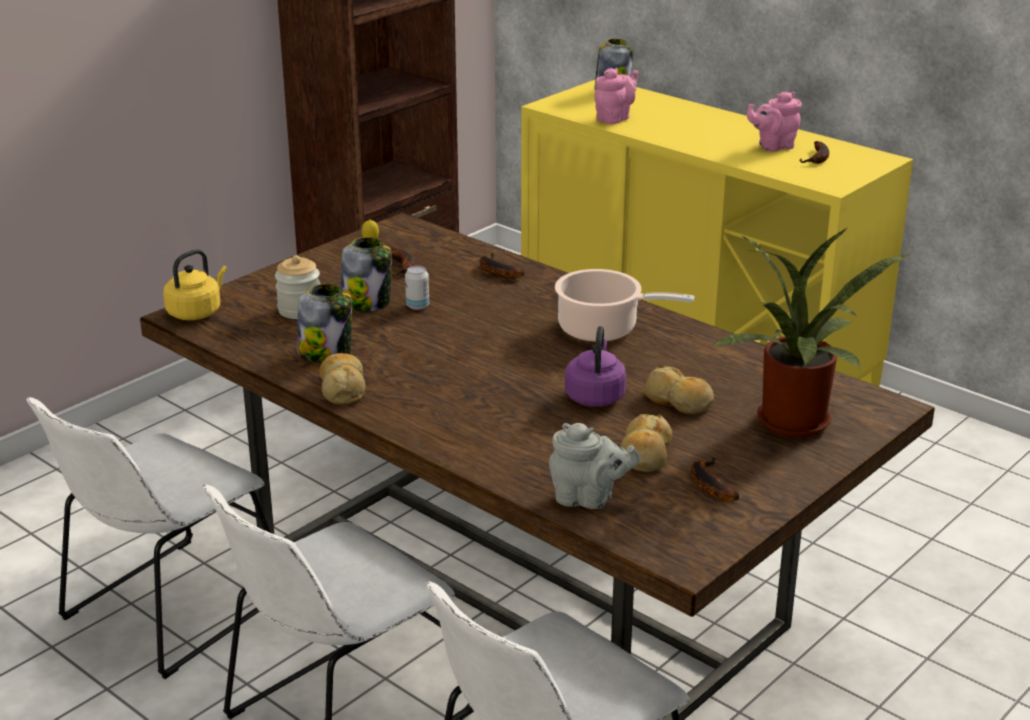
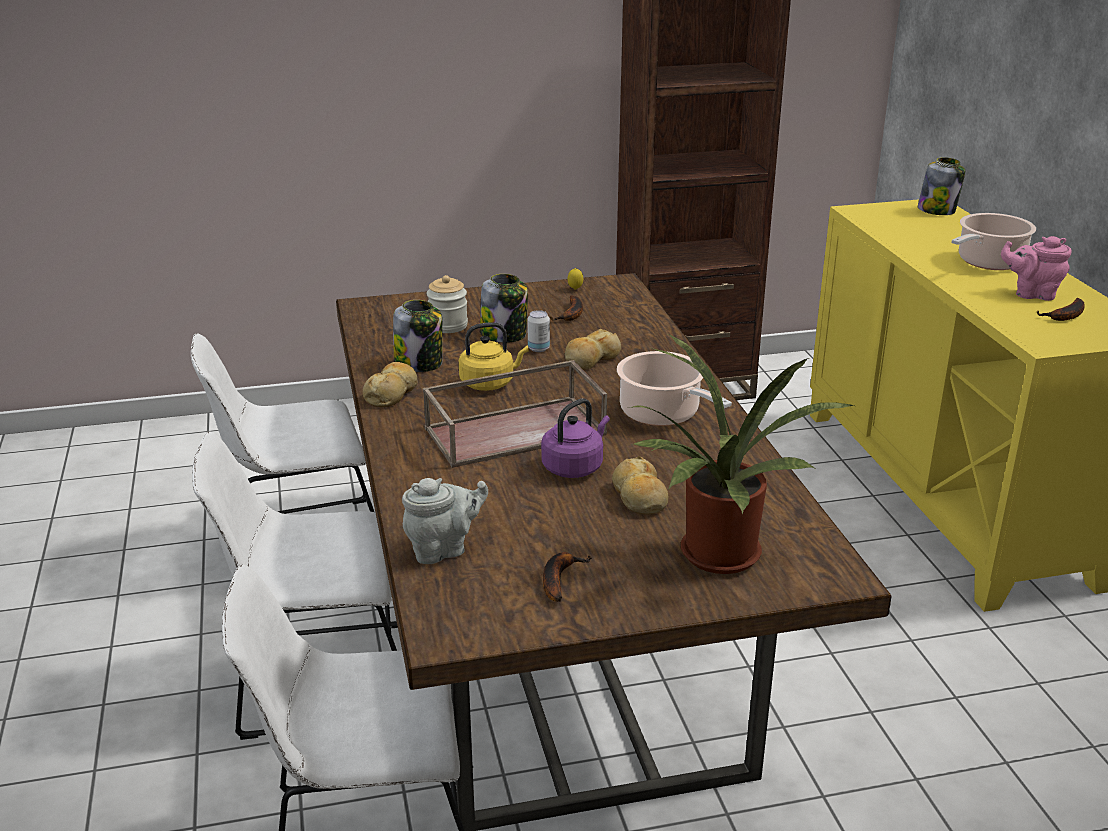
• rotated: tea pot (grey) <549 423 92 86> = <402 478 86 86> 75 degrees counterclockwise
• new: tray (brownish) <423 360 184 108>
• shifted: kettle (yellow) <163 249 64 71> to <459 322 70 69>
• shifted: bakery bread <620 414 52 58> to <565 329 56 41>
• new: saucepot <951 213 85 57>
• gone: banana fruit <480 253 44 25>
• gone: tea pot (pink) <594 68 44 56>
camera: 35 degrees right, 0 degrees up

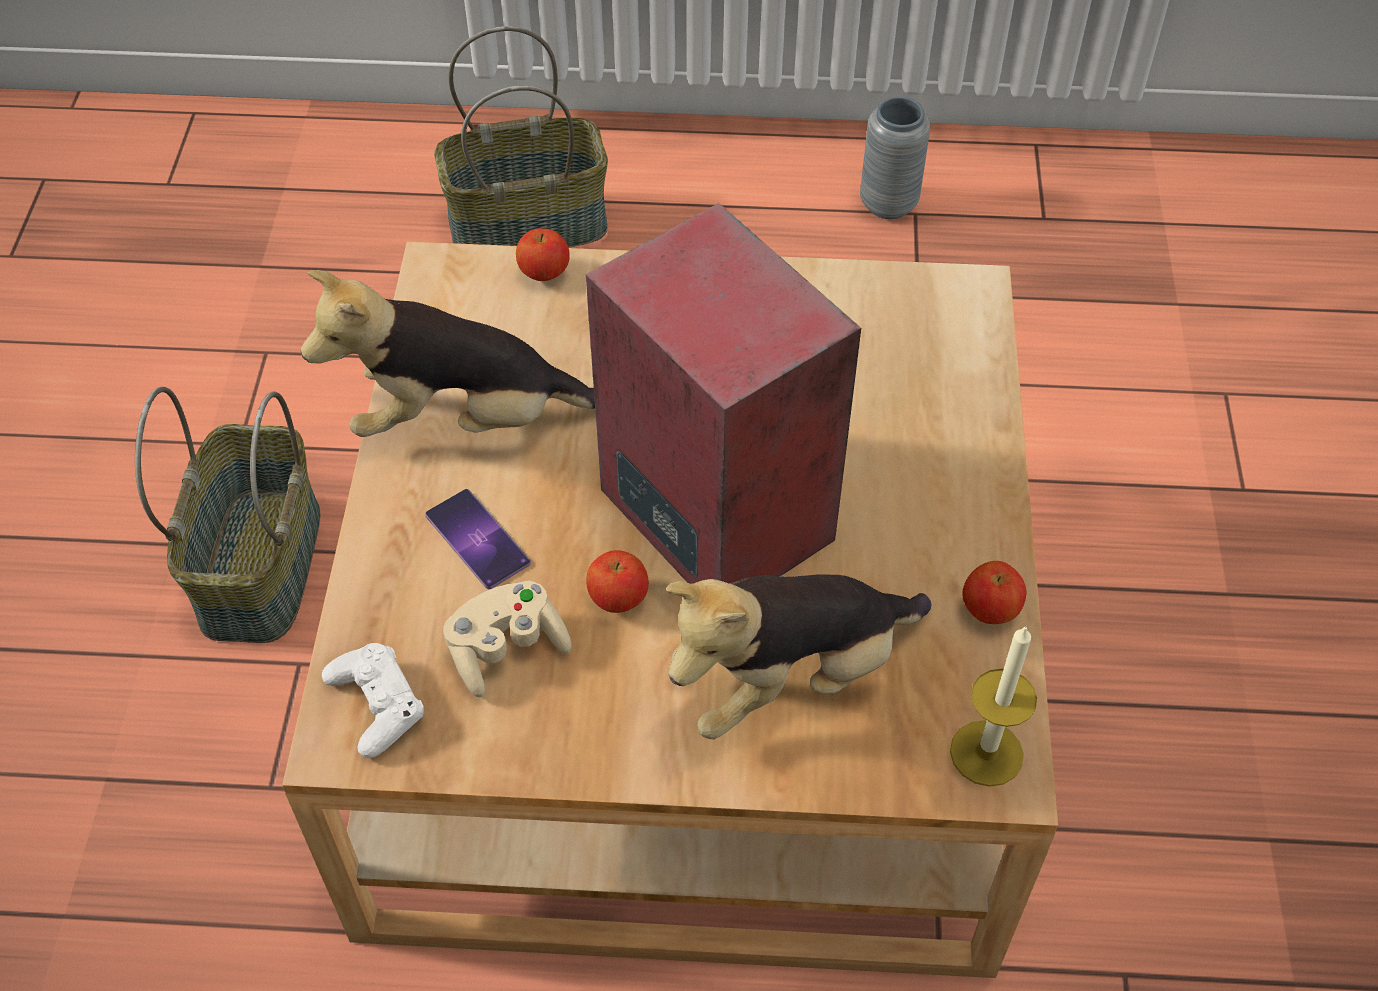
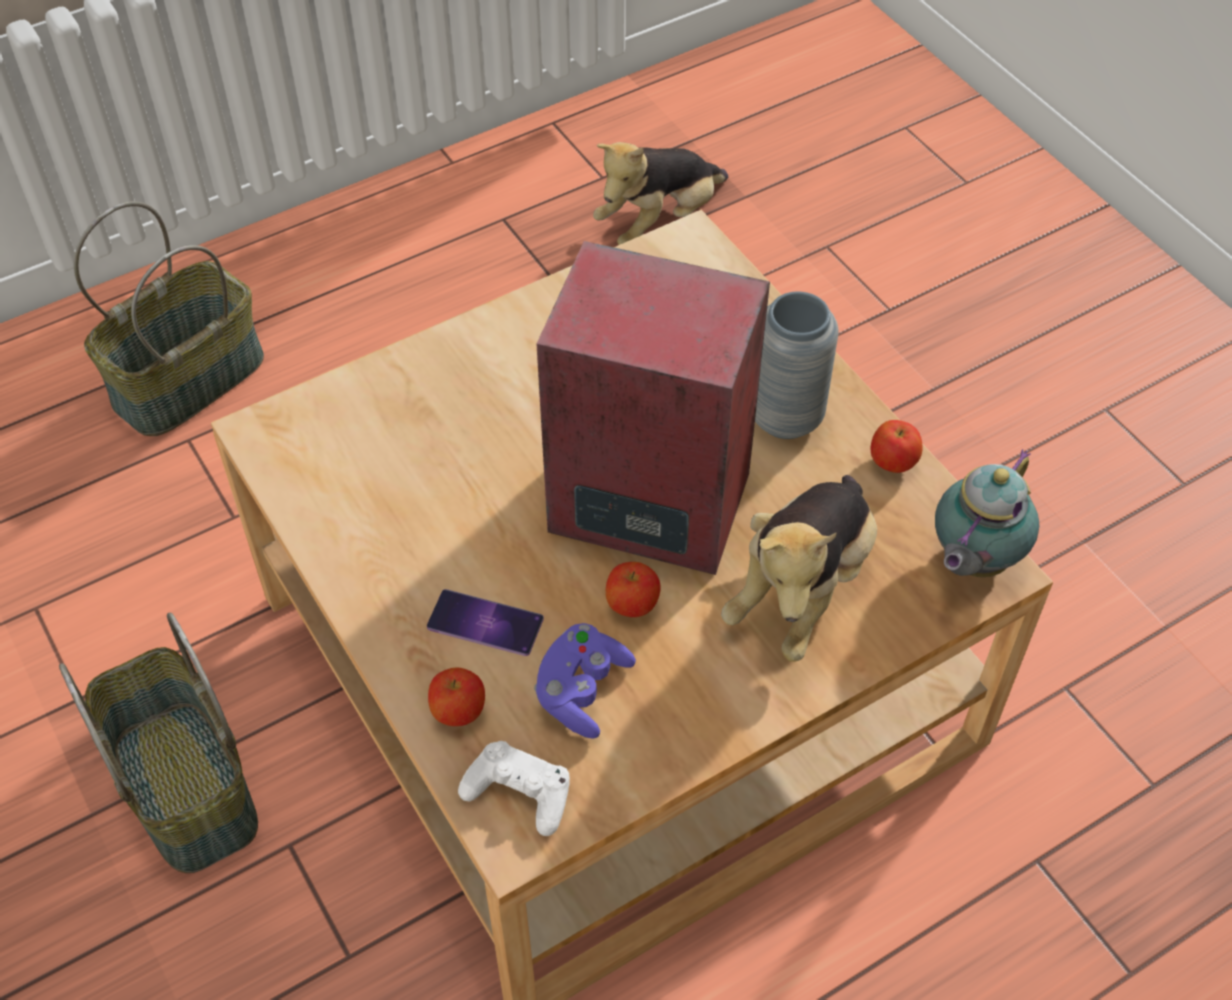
• shifted: whole apple <516 228 54 53> to <428 668 57 58>
• repainted: joypad (beige-coloured) <443 581 129 116> to joypad (purplish) <534 623 102 116>
• shifted: plush toy <301 270 294 167> to <593 142 135 103>
• shifted: vase (grey) <860 96 70 123> to <755 291 83 148>
• swapped: wax light <950 625 87 162> to tea pot <935 449 104 128>
camera: 35 degrees left, 0 degrees up

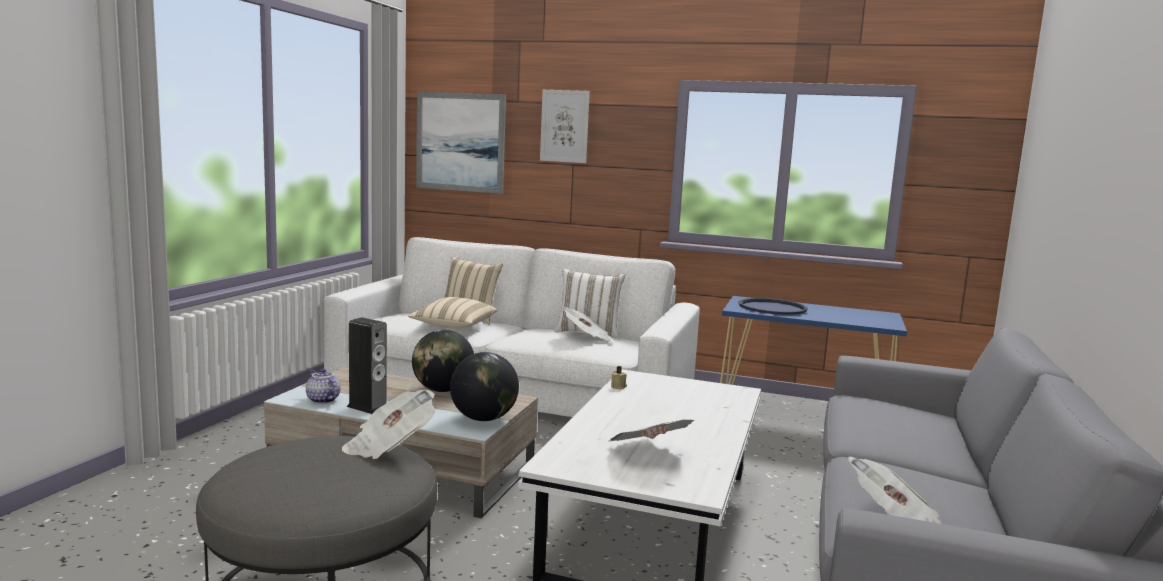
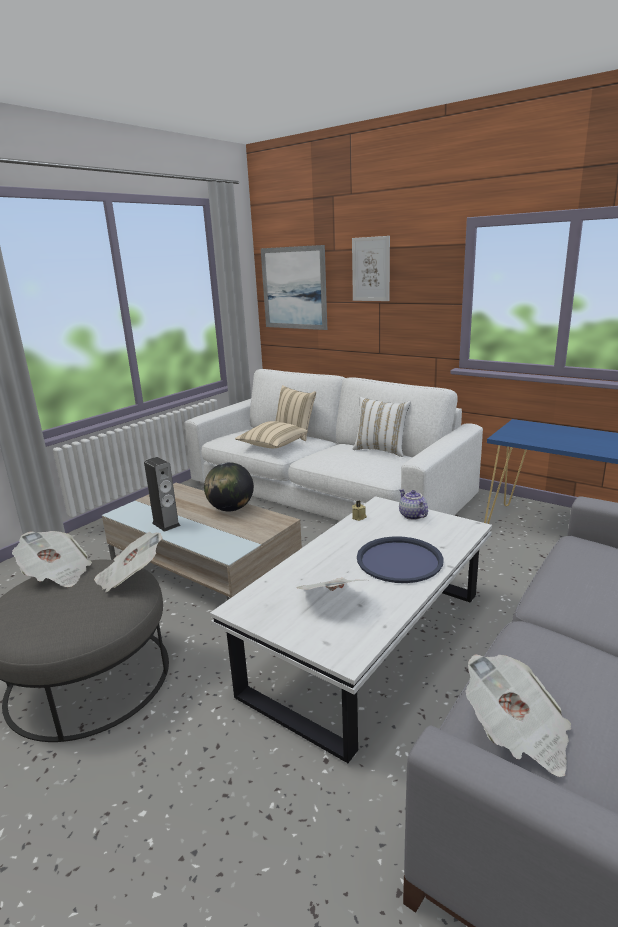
• shifted: daily paper <561 306 52 37> to <12 531 80 56>
• shifted: tray (blue) <738 298 70 17> to <357 536 86 47>
• shifted: tea pot <306 369 35 35> to <399 489 29 31>
• gone: desk globe <450 352 69 69>
camera: 20 degrees right, 10 degrees up

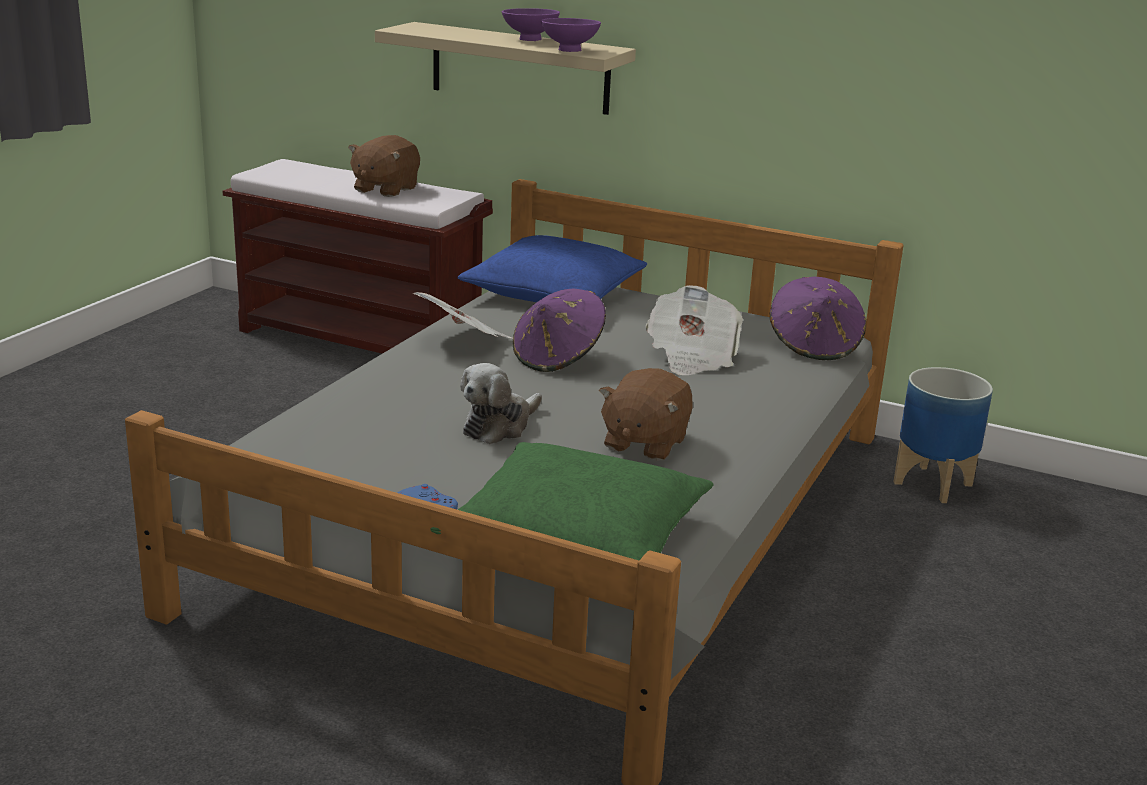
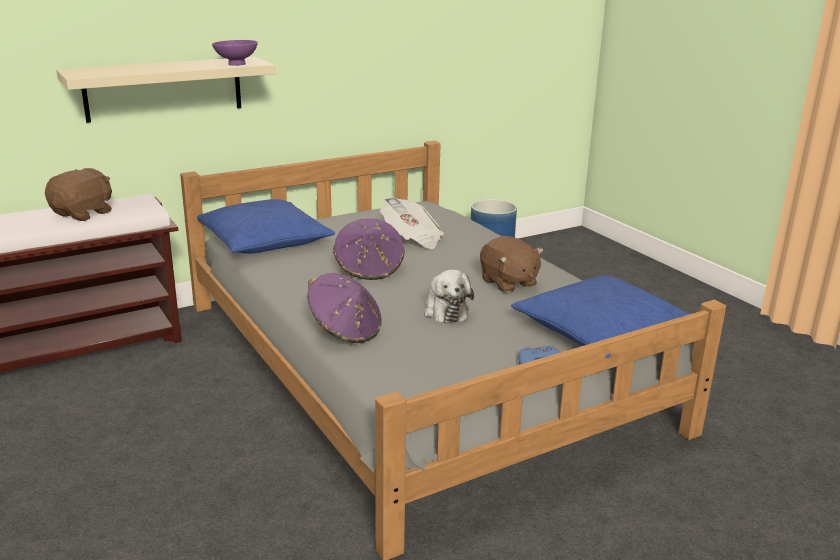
• rotated: plush toy (brownish) <348 135 72 62> = <45 168 67 53> 120 degrees counterclockwise
• shifted: hat (purplish) <769 277 97 83> to <307 273 74 70>
• repainted: pillow (green) <430 442 283 119> to pillow (blue) <511 276 178 82>
• gone: daily paper <412 292 101 46>
• gone: bowl (purplish) <502 8 58 33>
camera: 55 degrees left, 0 degrees up

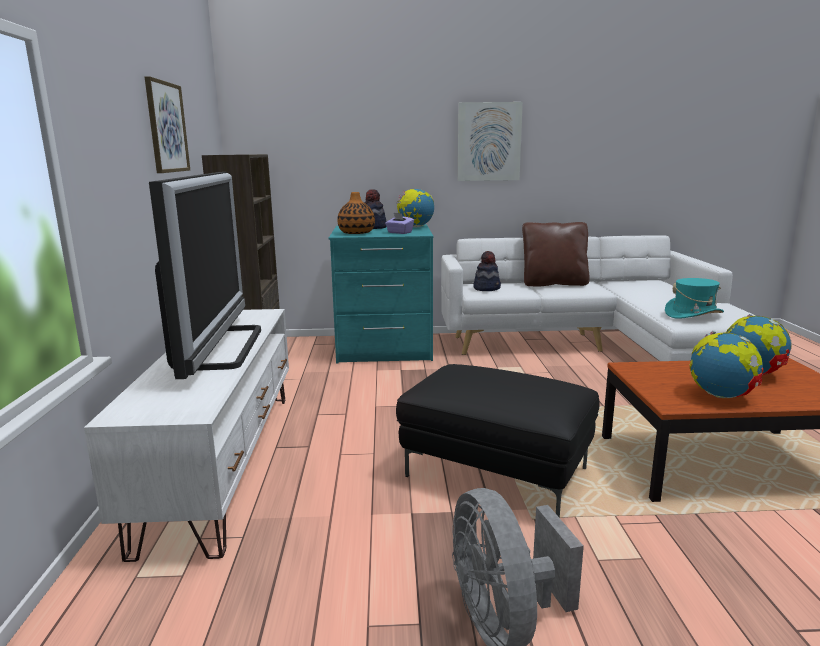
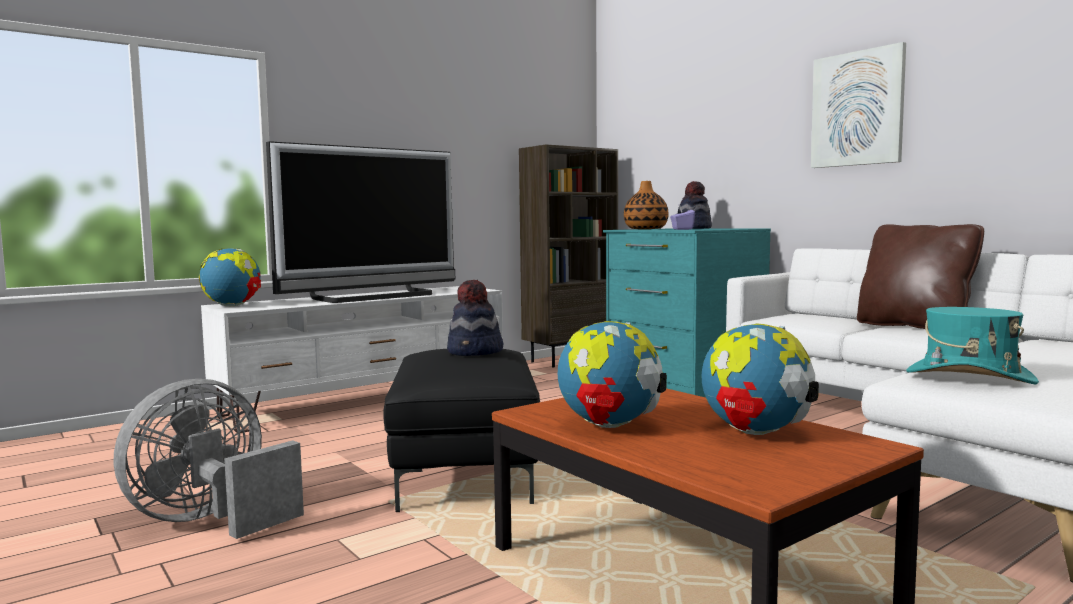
• shifted: desk globe <397 189 37 38> to <199 248 62 58>
• shifted: hat <473 251 28 40> to <447 280 56 76>
• gone: wall picture <145 76 45 97>
camera: 55 degrees right, 10 degrees down

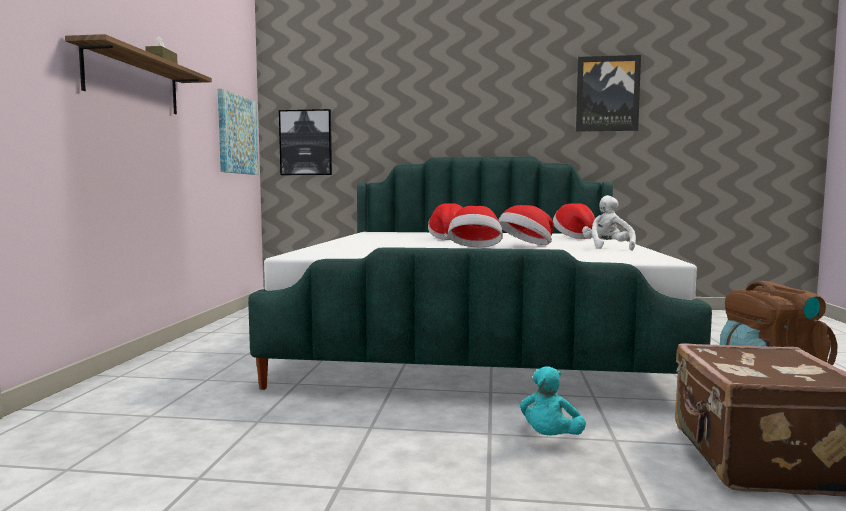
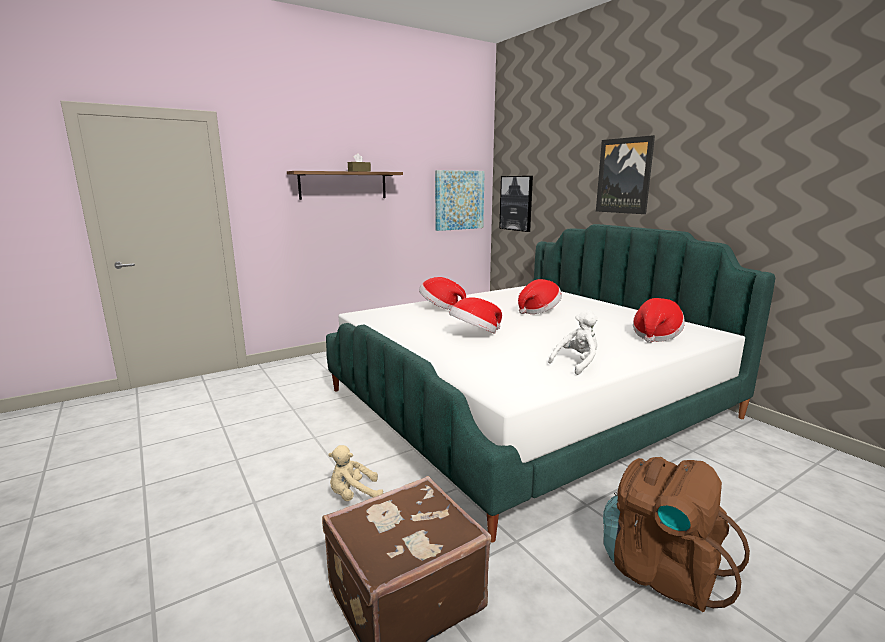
• repainted: plush toy (turquoise-coloured) <520 366 66 70> to plush toy (beige-coloured) <328 445 55 56>
• shifted: hat <498 205 56 40> to <419 277 47 33>
• shifted: wall picture <576 55 65 76> to <596 135 59 79>
camera: 50 degrees right, 10 degrees up

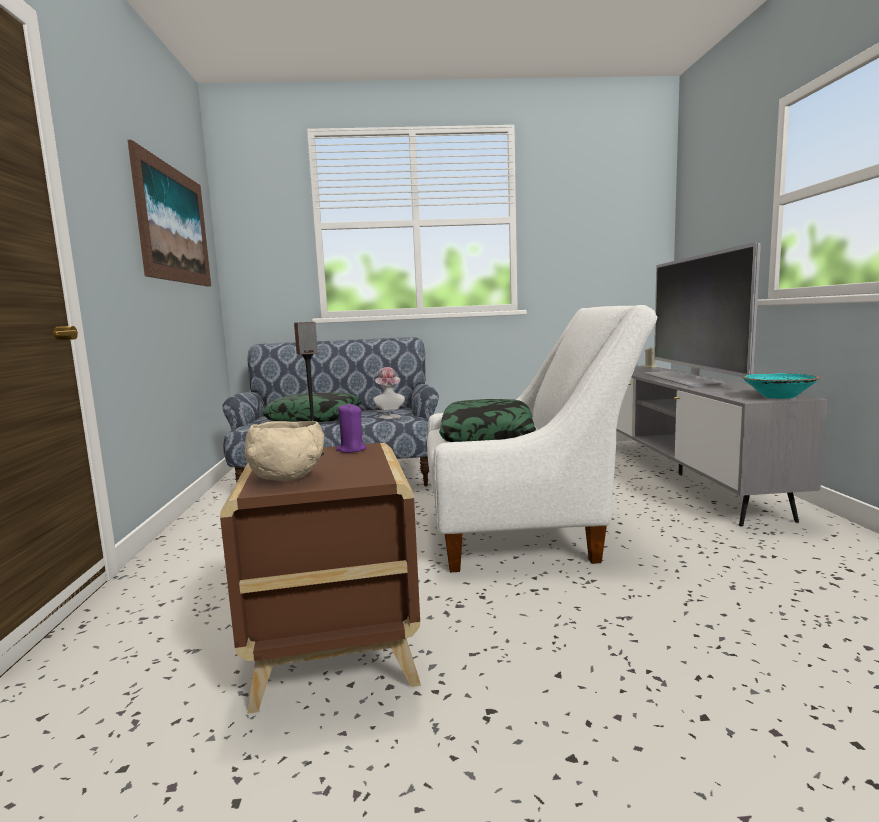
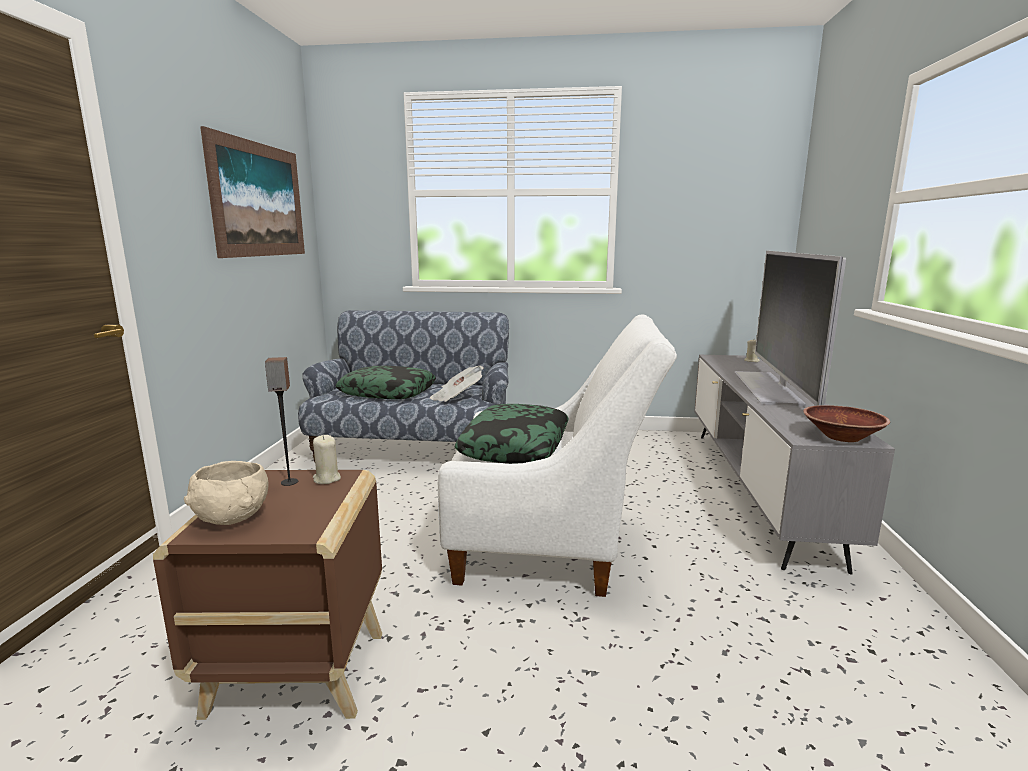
• repainted: wax light (purplish) <336 403 31 50> to wax light (beige-coloured) <313 435 28 49>
• swapped: hat <373 367 32 52> to daily paper <430 366 54 36>
• repainted: bowl (turquoise-coloured) <742 373 78 26> to bowl (brownish) <803 405 87 37>
camera: 10 degrees right, 5 degrees up

